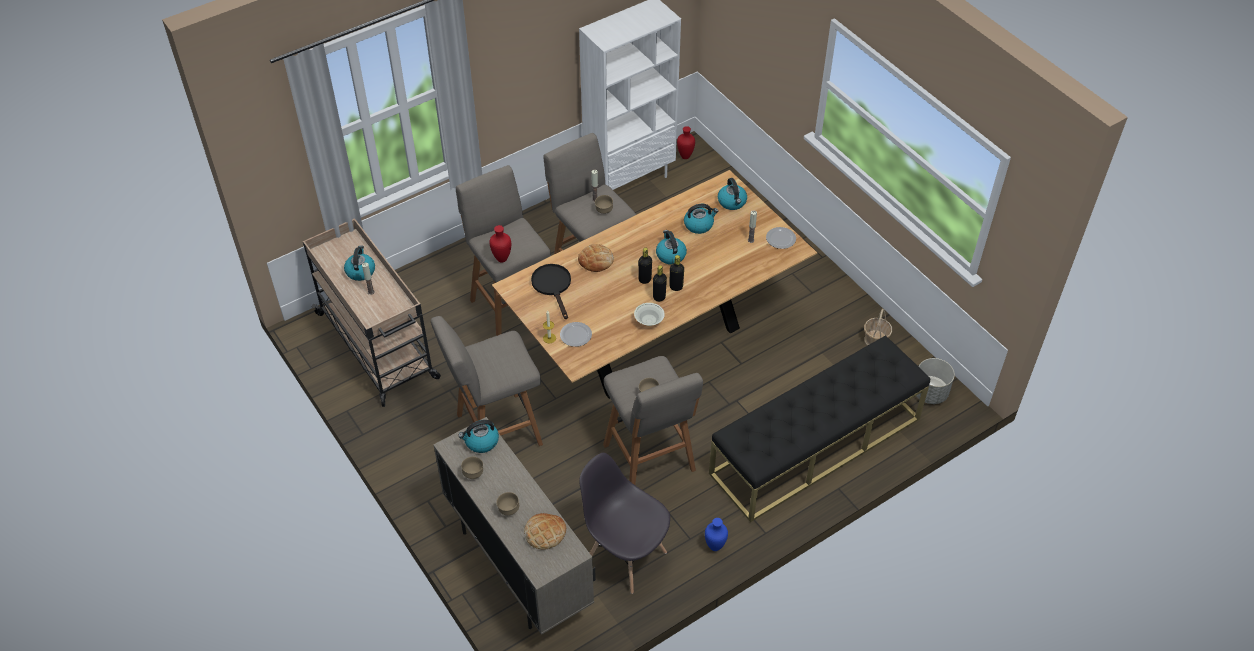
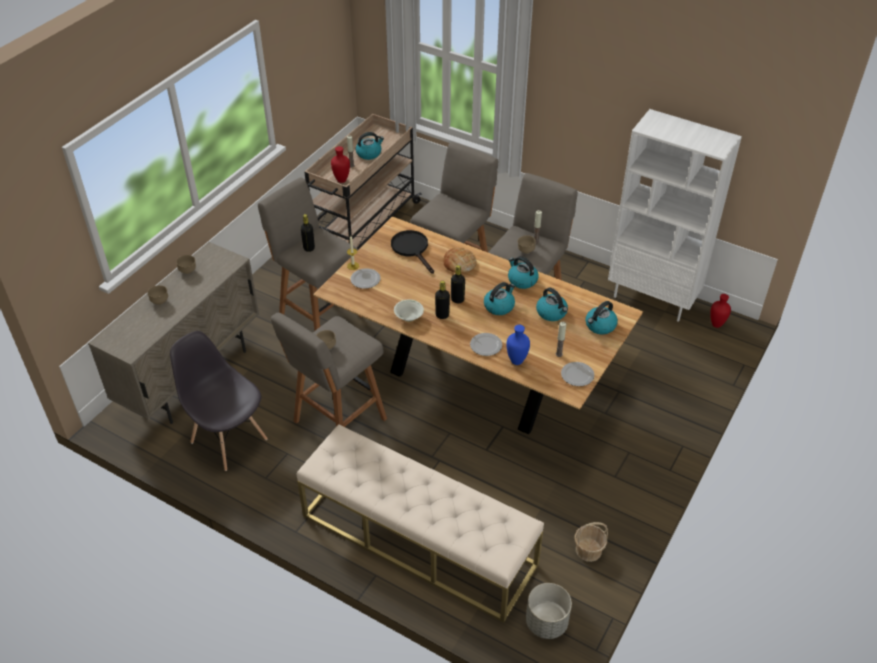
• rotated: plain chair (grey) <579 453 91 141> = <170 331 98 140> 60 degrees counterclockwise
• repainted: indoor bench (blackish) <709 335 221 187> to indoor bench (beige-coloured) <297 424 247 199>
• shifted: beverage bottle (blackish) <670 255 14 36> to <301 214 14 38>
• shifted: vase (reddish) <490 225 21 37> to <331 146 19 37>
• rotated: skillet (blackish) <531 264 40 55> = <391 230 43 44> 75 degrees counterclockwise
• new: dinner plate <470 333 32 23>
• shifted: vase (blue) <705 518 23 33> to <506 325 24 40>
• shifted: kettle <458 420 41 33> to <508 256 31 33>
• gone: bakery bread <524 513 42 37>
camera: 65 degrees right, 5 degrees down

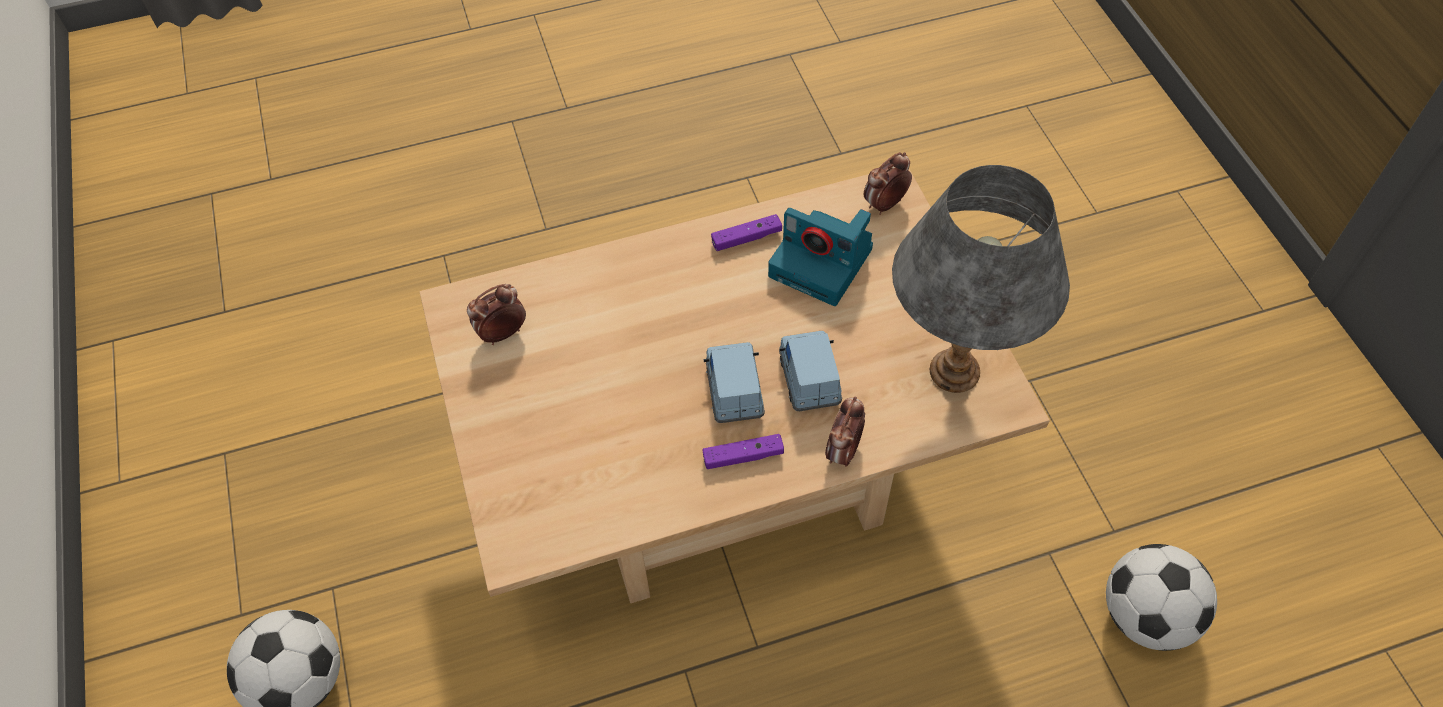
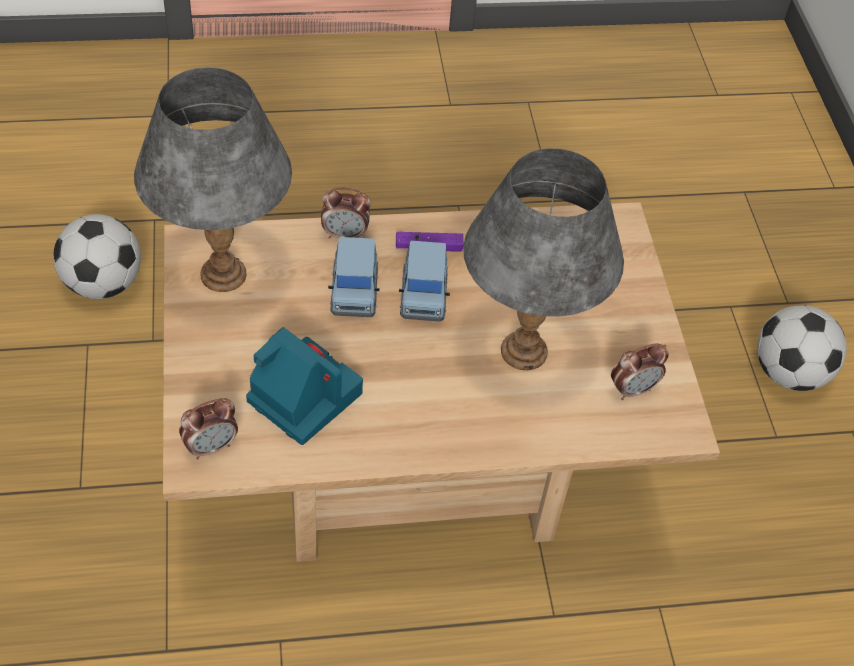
• rotated: table clock <825 396 40 71> = <321 187 50 52> 60 degrees clockwise
• new: table lamp (grey) <463 148 161 222>
• gone: joypad (purplish) <711 214 71 37>
camera: 175 degrees left, 5 degrees down

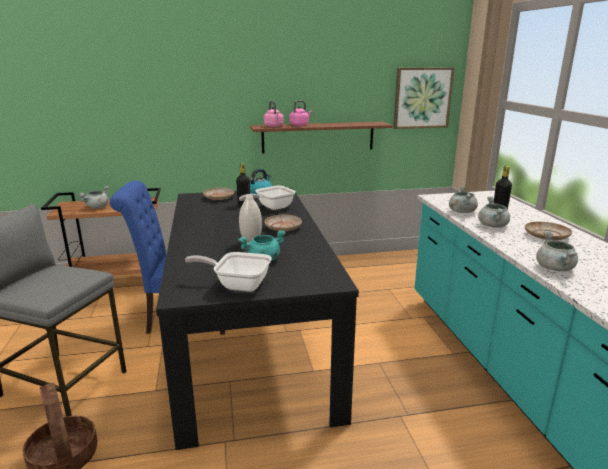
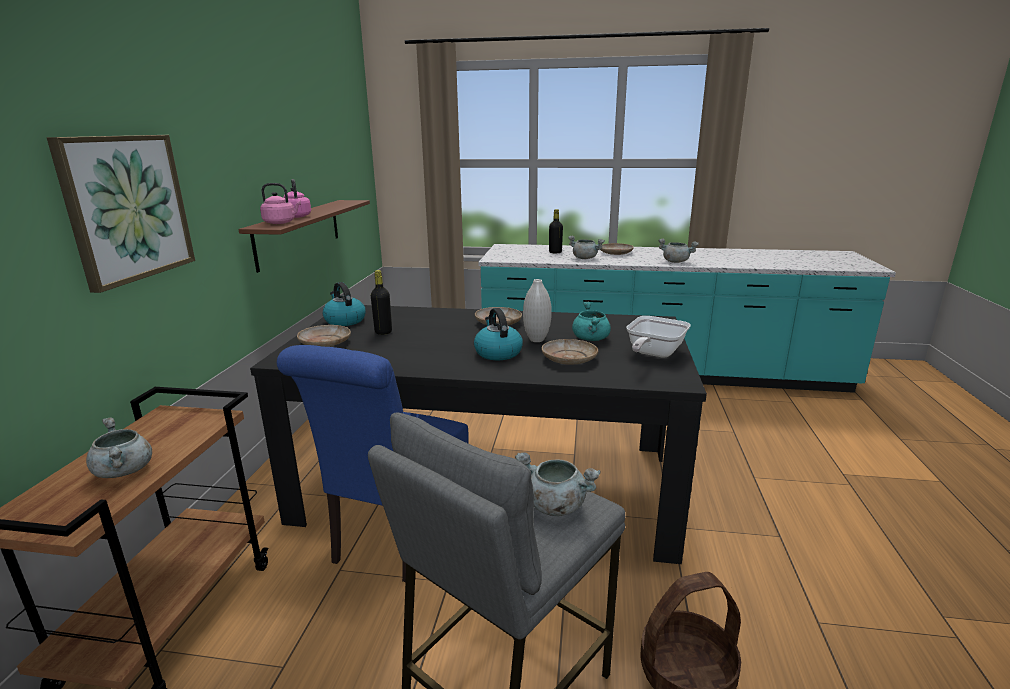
• shifted: wall picture <393 67 62 62> to <47 135 148 158>
• new: kettle <474 308 49 52>
• shifted: saucepot (grey) <449 186 29 27> to <515 452 86 64>
• new: dinner plate (beige-coloured) <542 339 56 26>
• gone: skillet <239 186 57 24>
camera: 70 degrees left, 0 degrees up

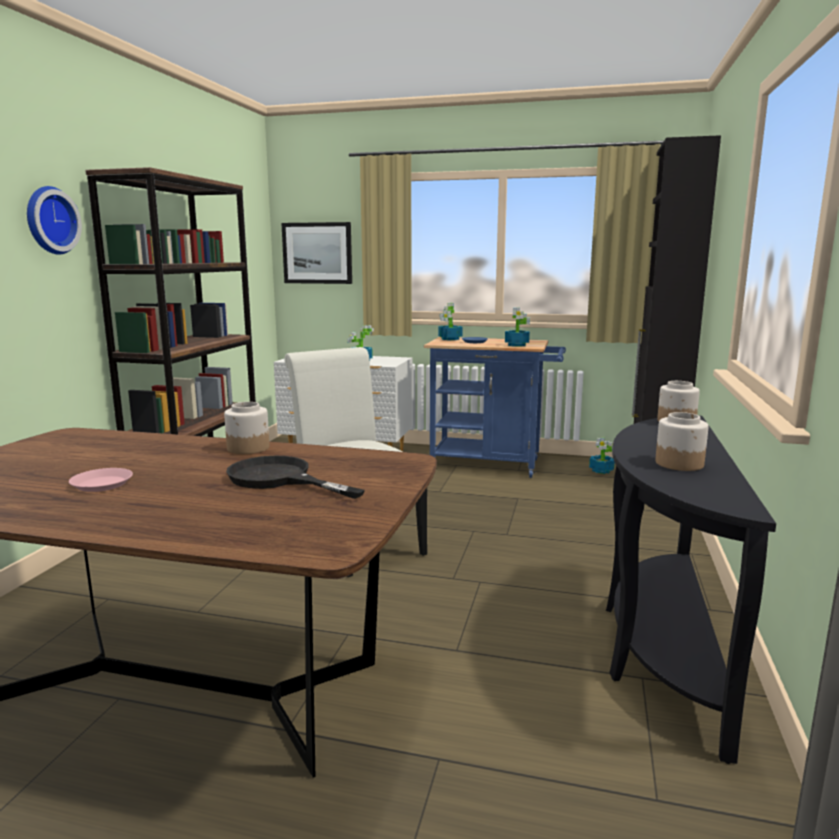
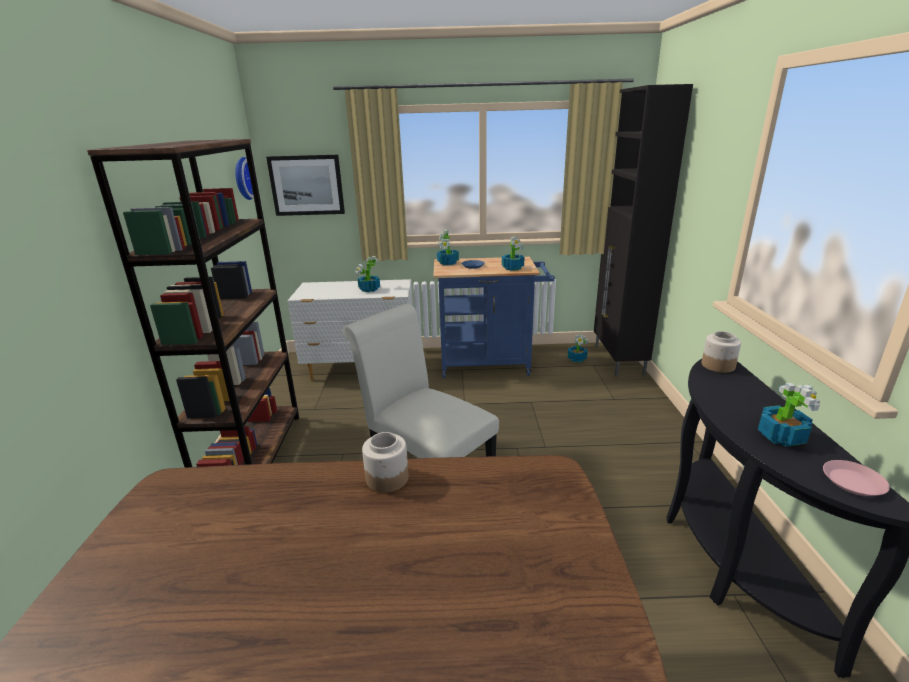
• shifted: wall clock <27 186 55 69> to <235 157 22 43>
• swapped: preserve jar <655 412 54 59> to plant in a pot <758 383 62 64>
• shifted: dinner plate (pink) <69 468 64 24> to <823 460 67 36>
• gone: skillet (blackish) <226 456 139 43>
camera: 15 degrees left, 10 degrees up

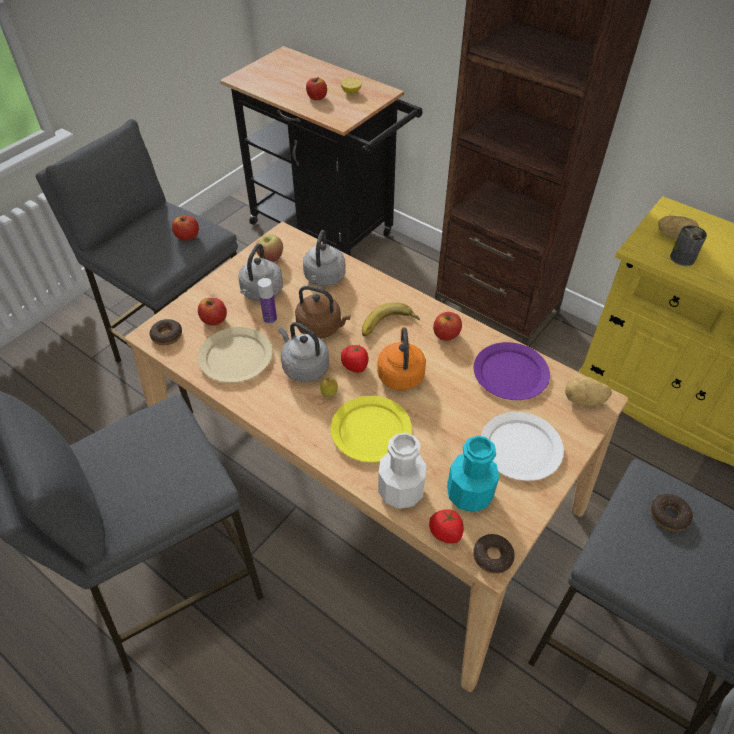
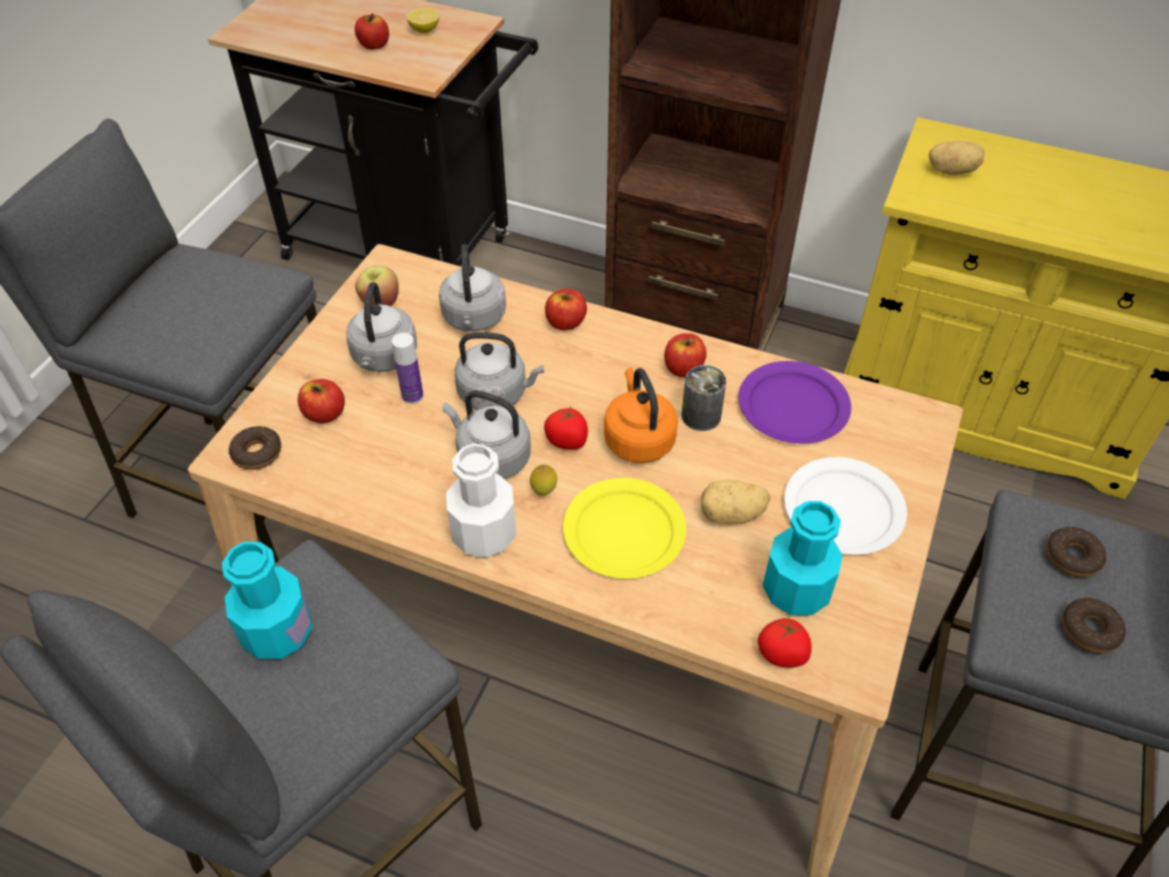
• new: beverage bottle (turquoise-coloured) <222 542 91 117>
• shifted: beverage bottle (white) <378 433 48 76> to <446 443 70 115>
• repainted: kettle (brownish) <295 286 56 53> to kettle (grey) <455 332 89 78>
• shifted: whole apple <172 215 27 26> to <545 289 42 41>
• shifted: sealed can <670 225 37 41> to <682 365 44 66>
• shifted: potato <565 376 47 30> to <701 480 69 44>
• shifted: ring doughnut <473 534 42 40> to <1062 598 64 55>
• gone: dinner plate (beige-coloured) <198 327 75 56>
• gone: banana fruit <362 302 58 35>
camera: 15 degrees left, 0 degrees up

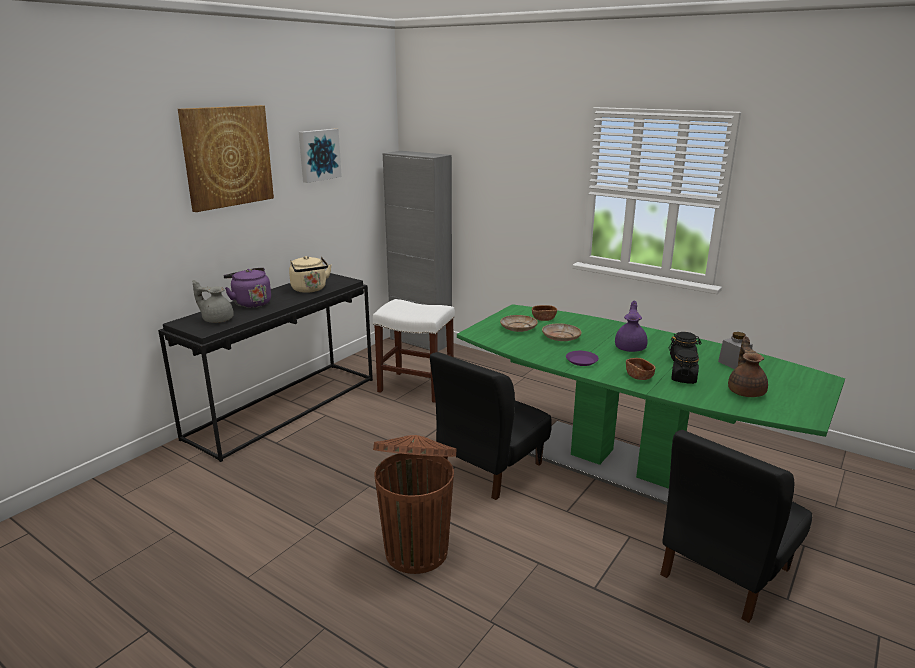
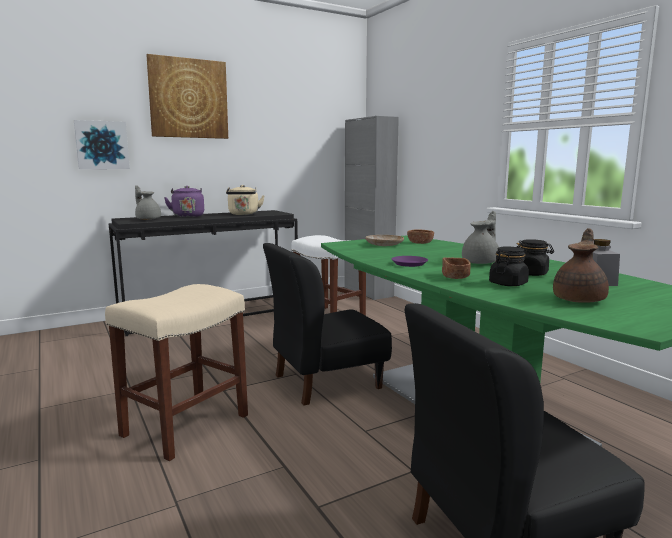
• shifted: wall picture <299 129 43 54> to <74 120 56 49>
• swapped: waste bin (brownish) <373 435 83 139> to sitting stool (beige-coloured) <105 284 143 177>
• repainted: tea pot (purplish) <615 300 33 52> to tea pot (grey) <462 211 37 53>
• gone: dinner plate (beige-coloured) <542 323 40 18>
camera: 25 degrees right, 10 degrees down

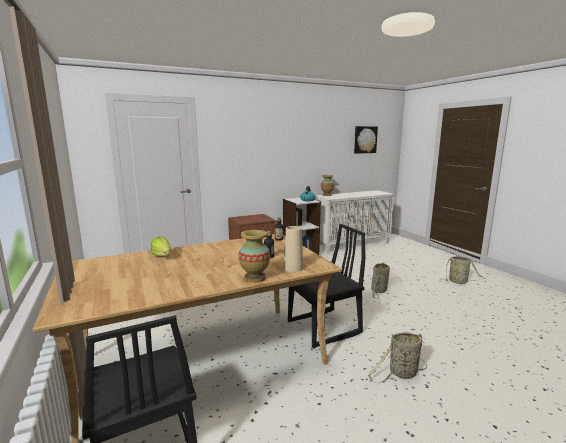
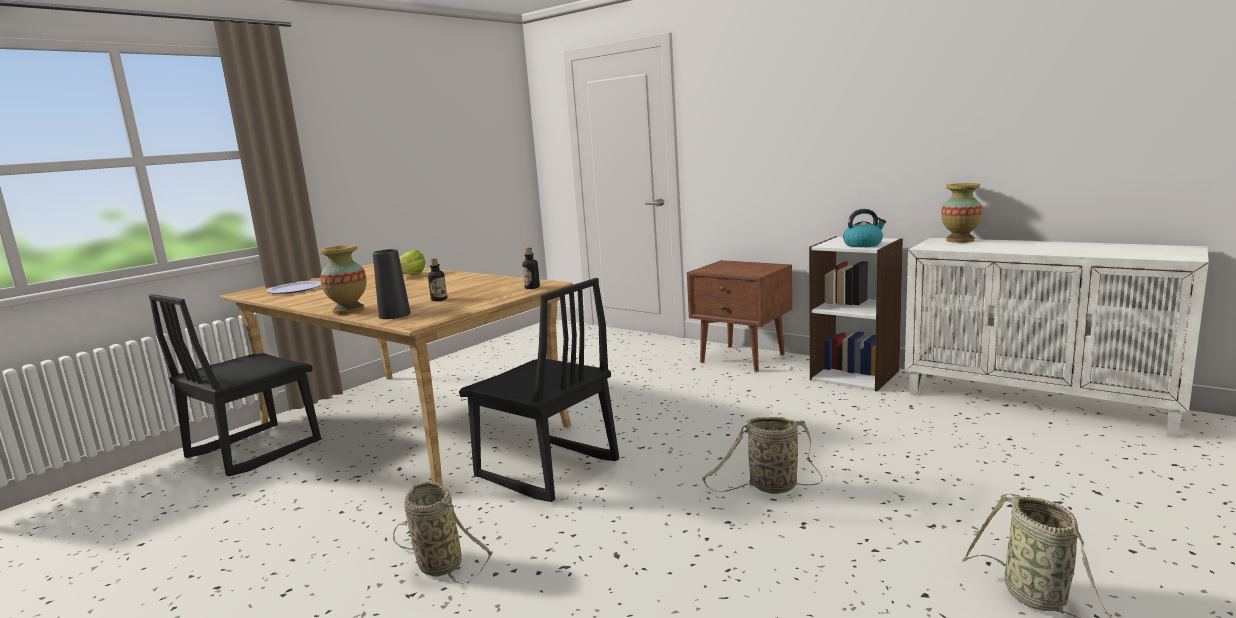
• new: dinner plate <266 281 55 13>
• repainted: vase (beige-coloured) <284 226 19 46> to vase (blackish) <373 249 38 70>
• gone: wall picture <354 126 24 28>
camera: 65 degrees right, 0 degrees up

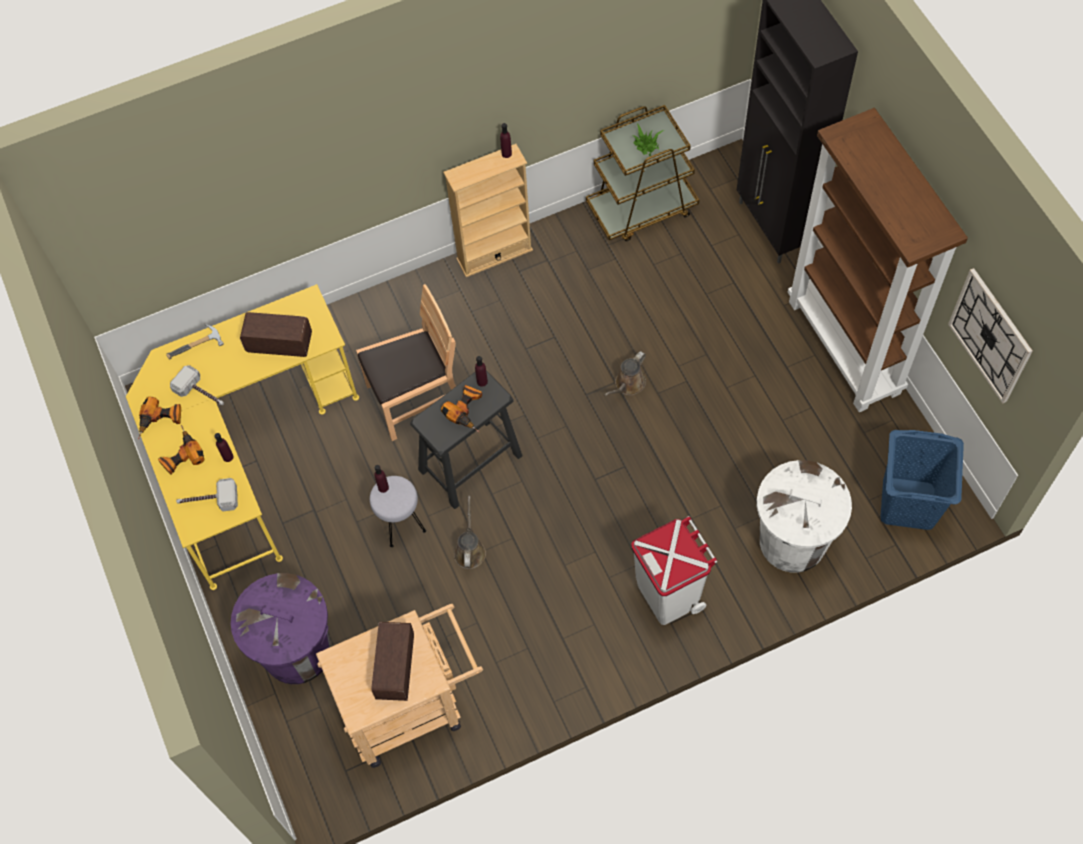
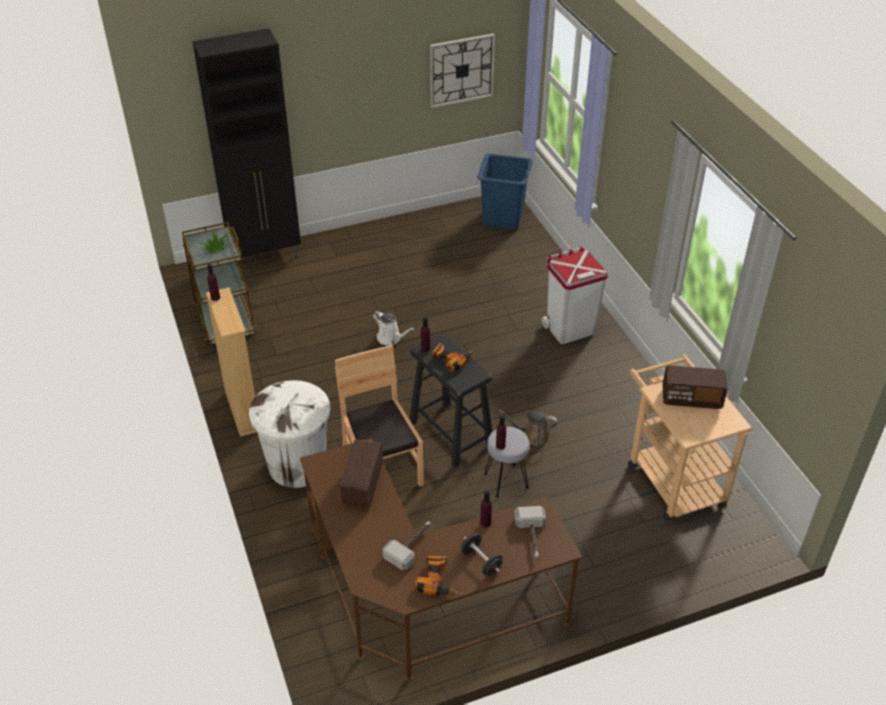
• shifted: waste bin (white) <756 460 96 113> to <249 380 81 108>
• repainted: desk table (yellow) <126 284 233 306> to desk table (brownish) <300 438 283 243>
• repainted: sprinkling can (brownish) <605 351 41 45> to sprinkling can (white) <373 311 42 34>
• swapped: drill <158 425 47 50> to hand weight (blackish) <461 533 42 43>
• gone: hand hammer <166 324 58 35>
• gone: waste bin (purplish) <231 573 100 111>
• gone: shelving unit (brownish) <787 108 181 304>
camera: 90 degrees left, 20 degrees down

